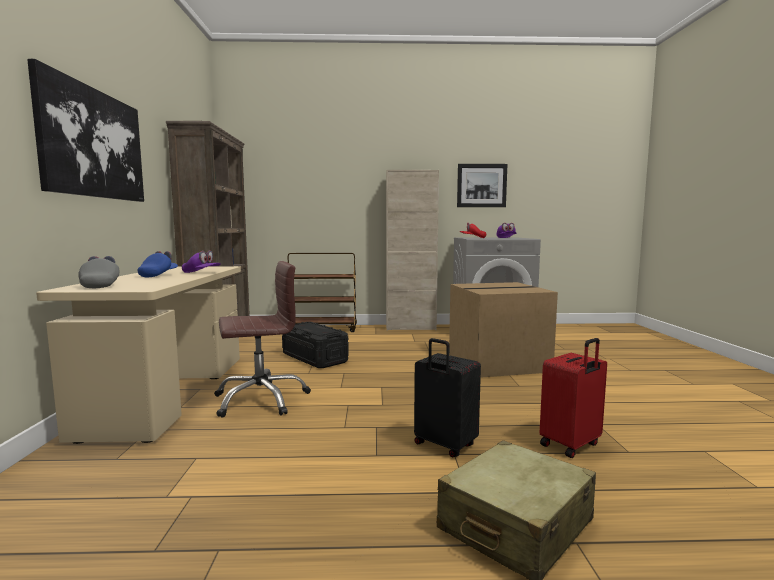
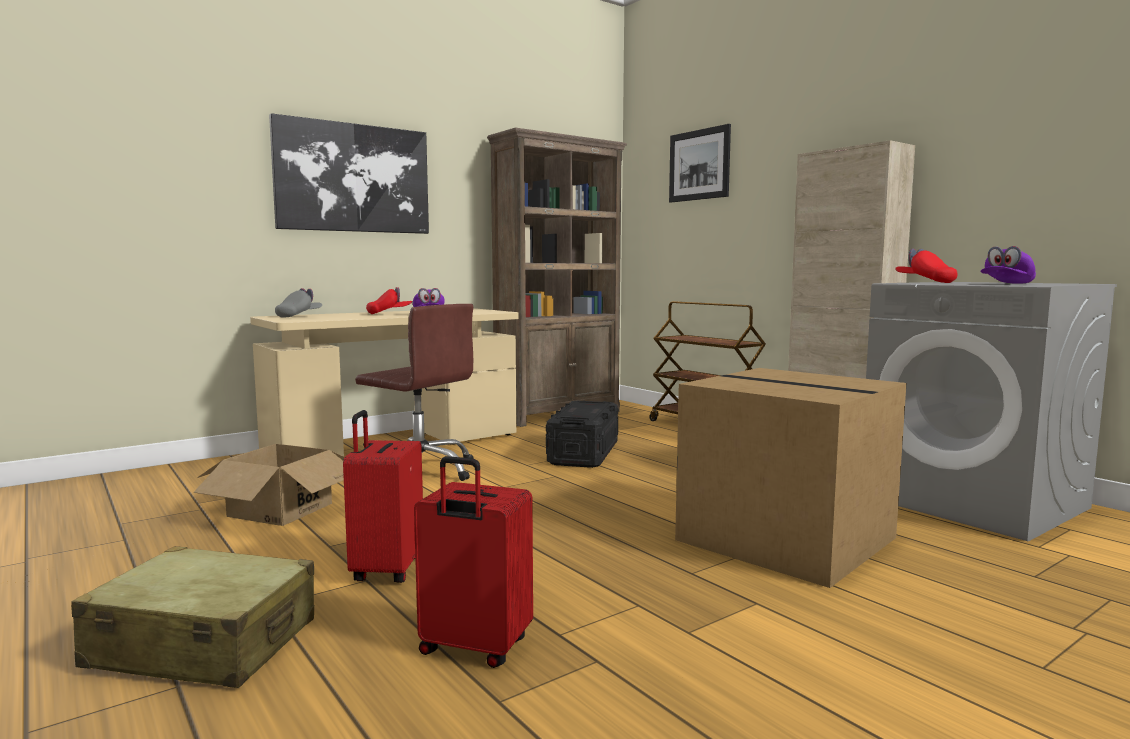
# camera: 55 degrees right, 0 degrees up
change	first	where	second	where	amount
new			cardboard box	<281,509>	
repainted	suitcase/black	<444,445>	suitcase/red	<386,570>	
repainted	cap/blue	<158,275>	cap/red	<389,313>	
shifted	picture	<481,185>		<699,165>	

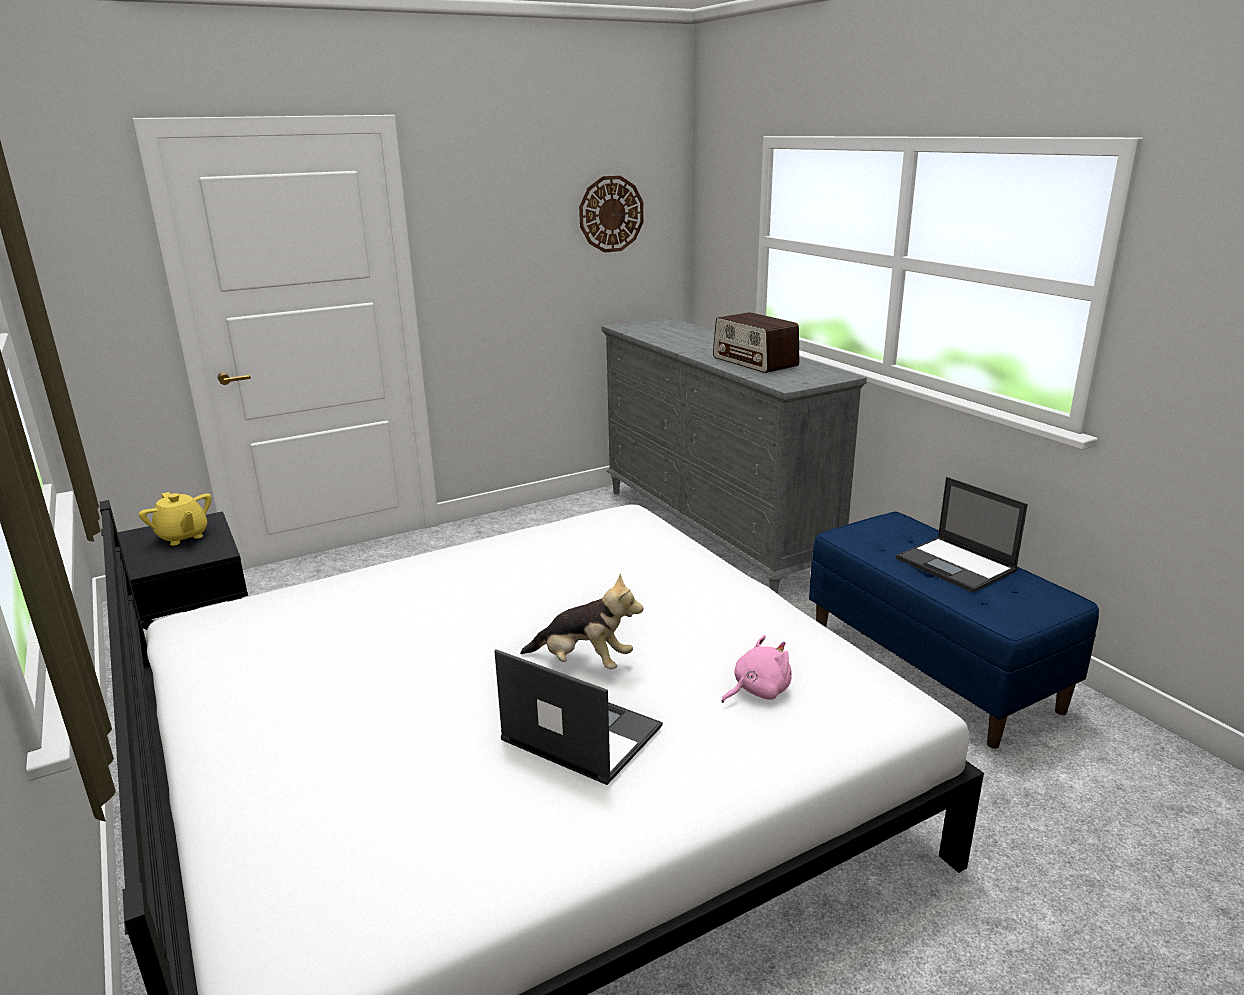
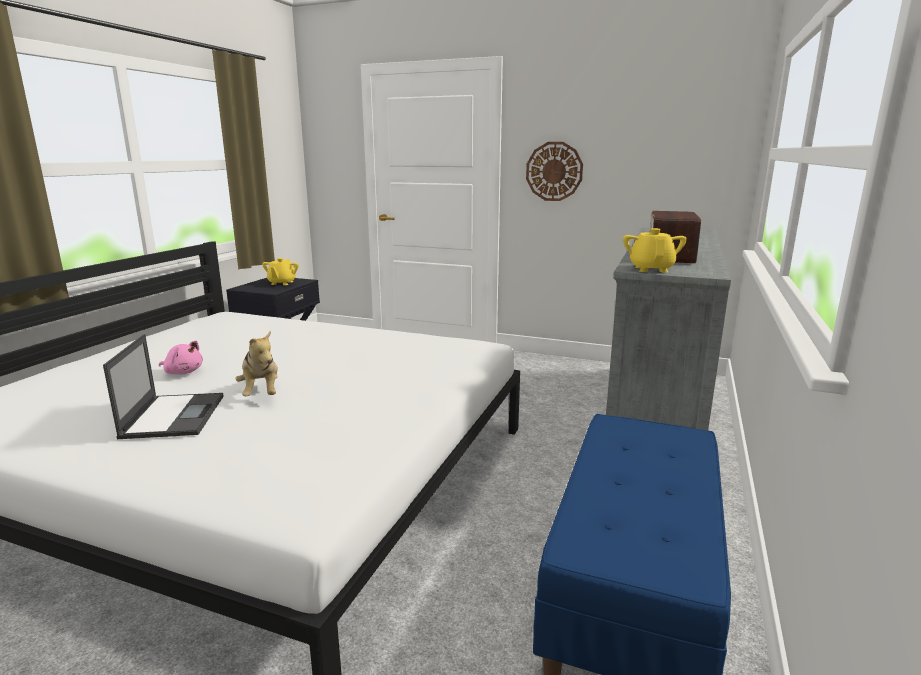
# camera: 50 degrees right, 5 degrees down
change	first	where	second	where	amount
shifted	plush toy/pink	<758,691>		<183,372>	
shifted	wall clock	<611,214>		<554,171>	
new			teapot/yellow	<651,269>	
gone	laptop	<956,565>			

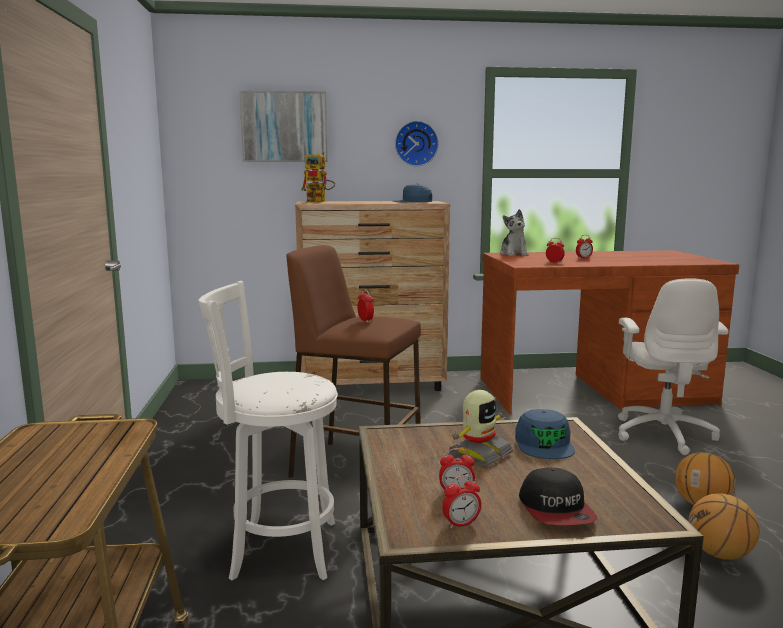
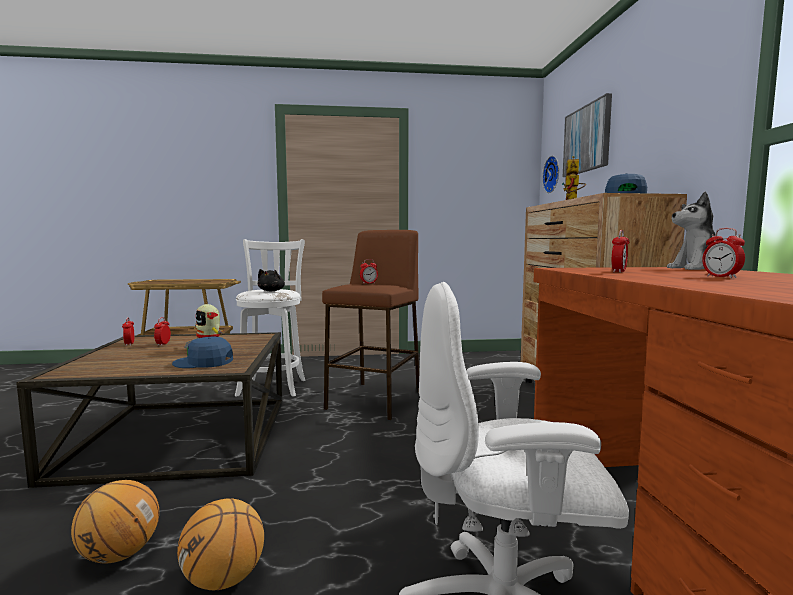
# camera: 90 degrees right, 5 degrees down
change	first	where	second	where	amount
new			plush toy/black	<272,291>	
shifted	wall clock	<416,143>		<553,174>	
gone	cap	<556,510>			

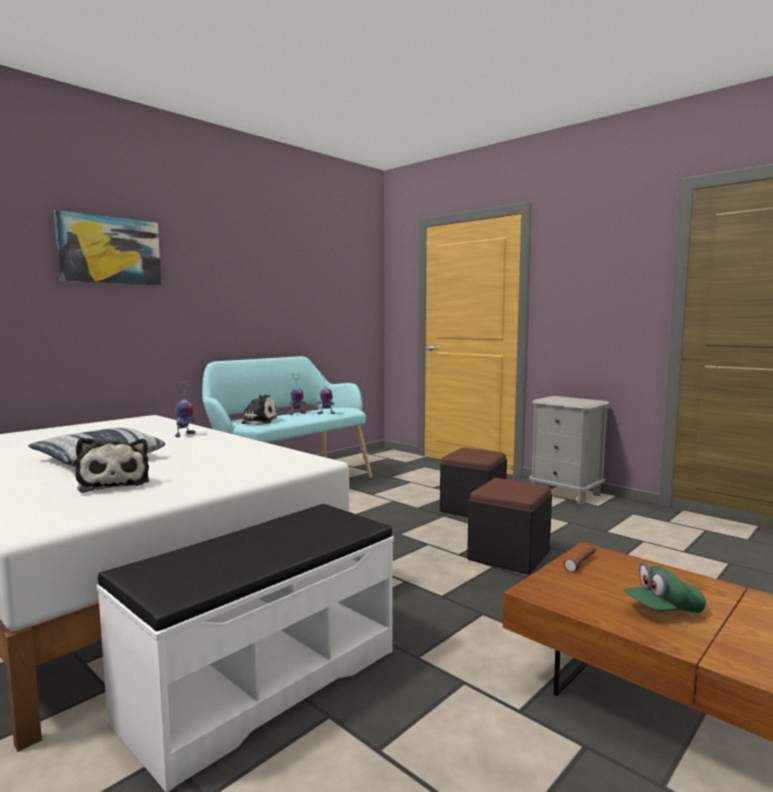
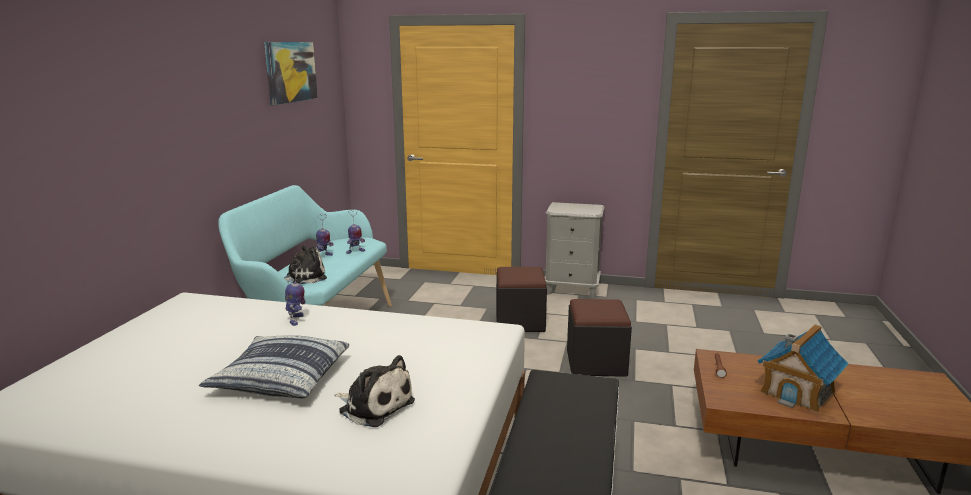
# camera: 30 degrees left, 10 degrees up
change	first	where	second	where	amount
shifted	picture	<110,250>		<290,72>	
swapped	cap/green	<663,610>	toy house	<798,392>	

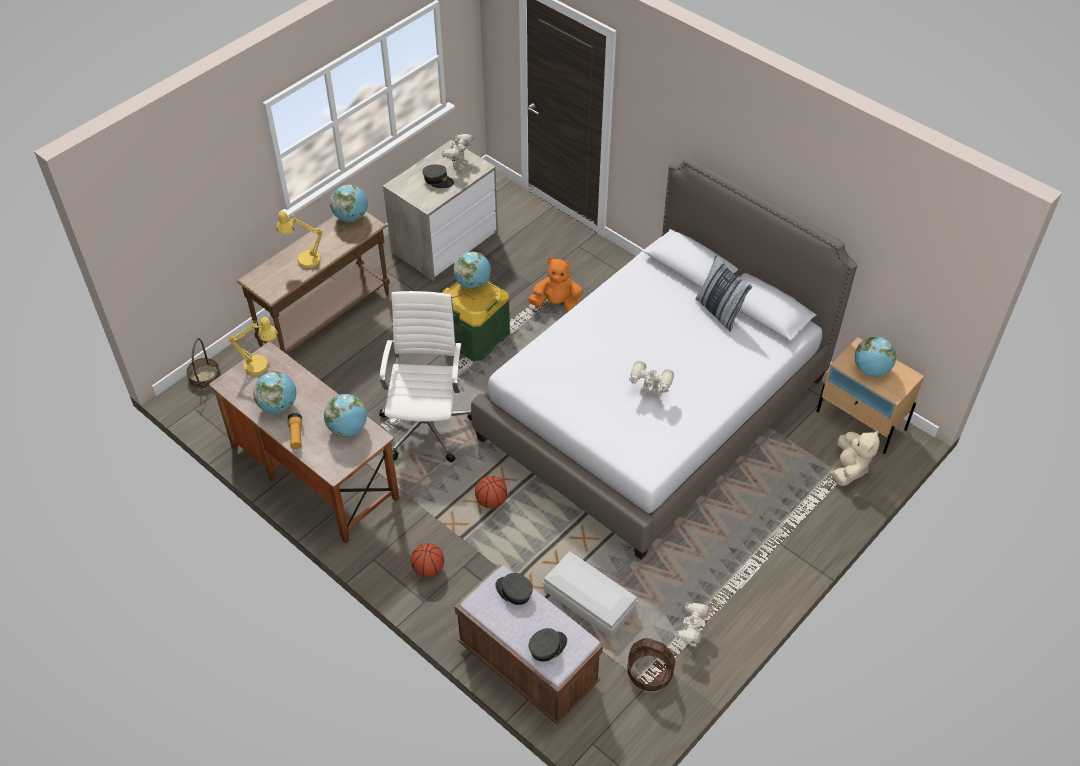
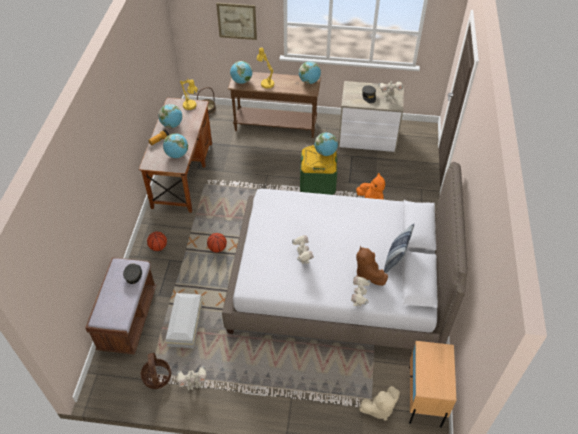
# camera: 55 degrees right, 0 degrees up
change	first	where	second	where	amount
new			picture	<237,21>	
shifted	globe	<871,370>		<241,81>	
new			toy robot	<358,300>	
new			plush toy/brown	<368,274>	
gone	office chair/white	<427,425>			
gone	cap/grey	<547,647>			

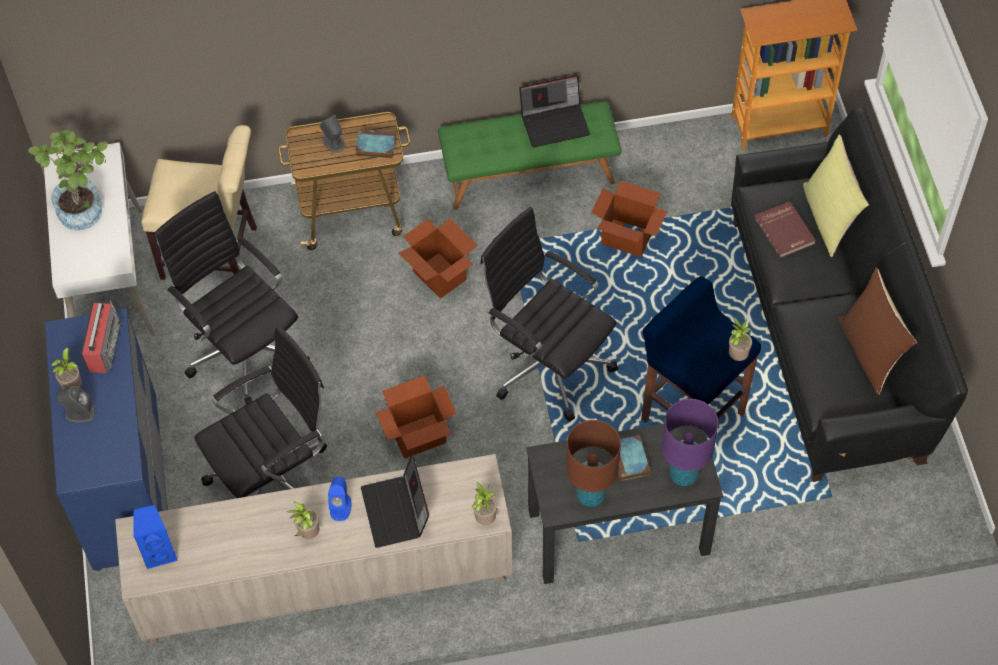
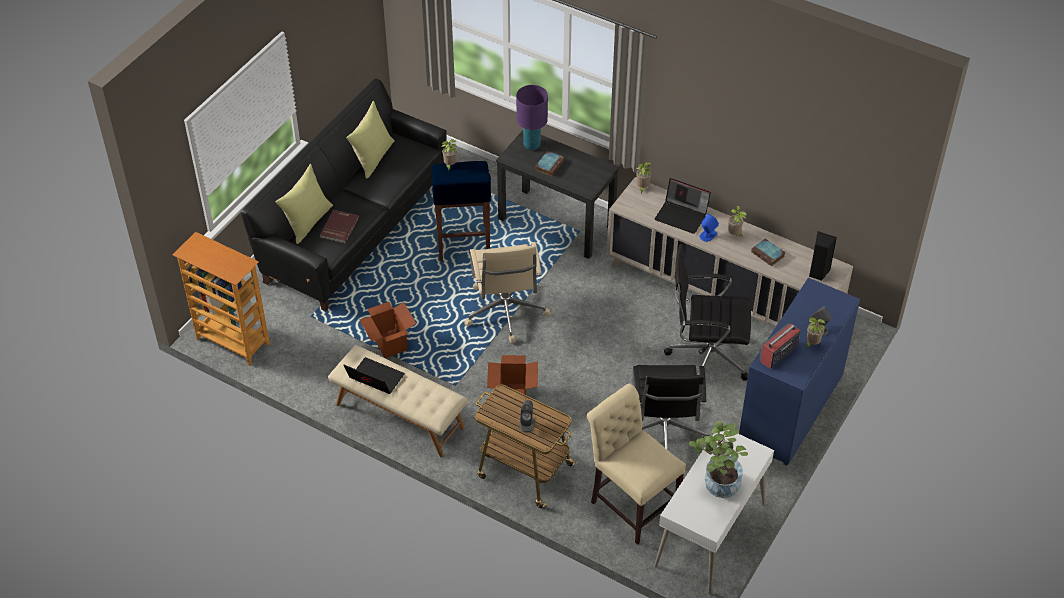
# camera: 140 degrees left, 10 degrees down
change	first	where	second	where	amount
repainted	bench/green	<529,174>	bench/beige	<399,416>	
repainted	pillow/brown	<870,352>	pillow/yellow	<373,157>	
repainted	office chair/black	<548,364>	office chair/beige	<505,313>	
rotated	laptop	<397,512>		<682,216>	90 degrees clockwise
shifted	book	<375,146>		<768,254>	
repainted	speaker/blue	<160,552>	speaker/black	<818,272>	
gone	cardboard box	<418,436>			
gone	table lamp/brown	<591,495>			

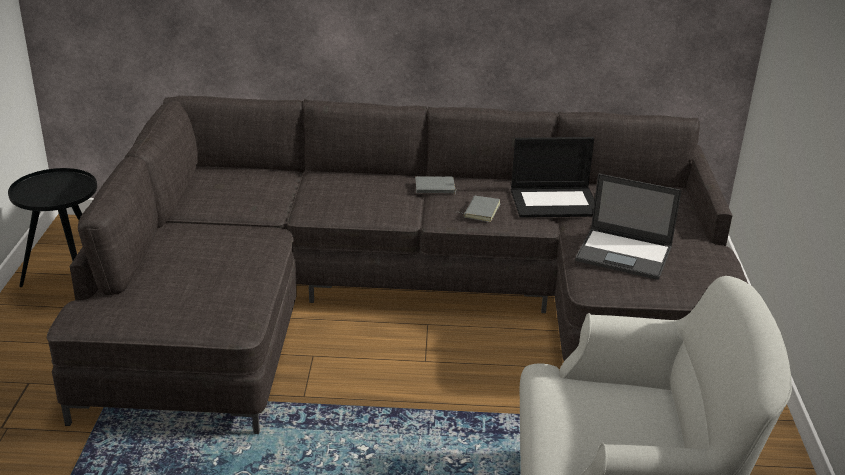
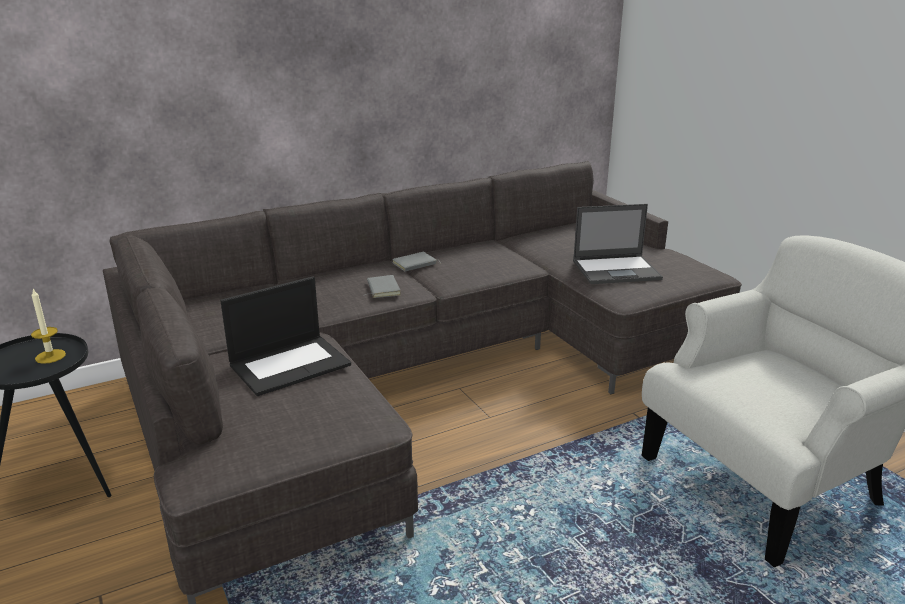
# camera: 30 degrees left, 5 degrees down
change	first	where	second	where	amount
new			candle	<50,356>	
shifted	laptop	<555,202>		<290,364>	
shifted	book/grey	<480,210>		<382,289>	

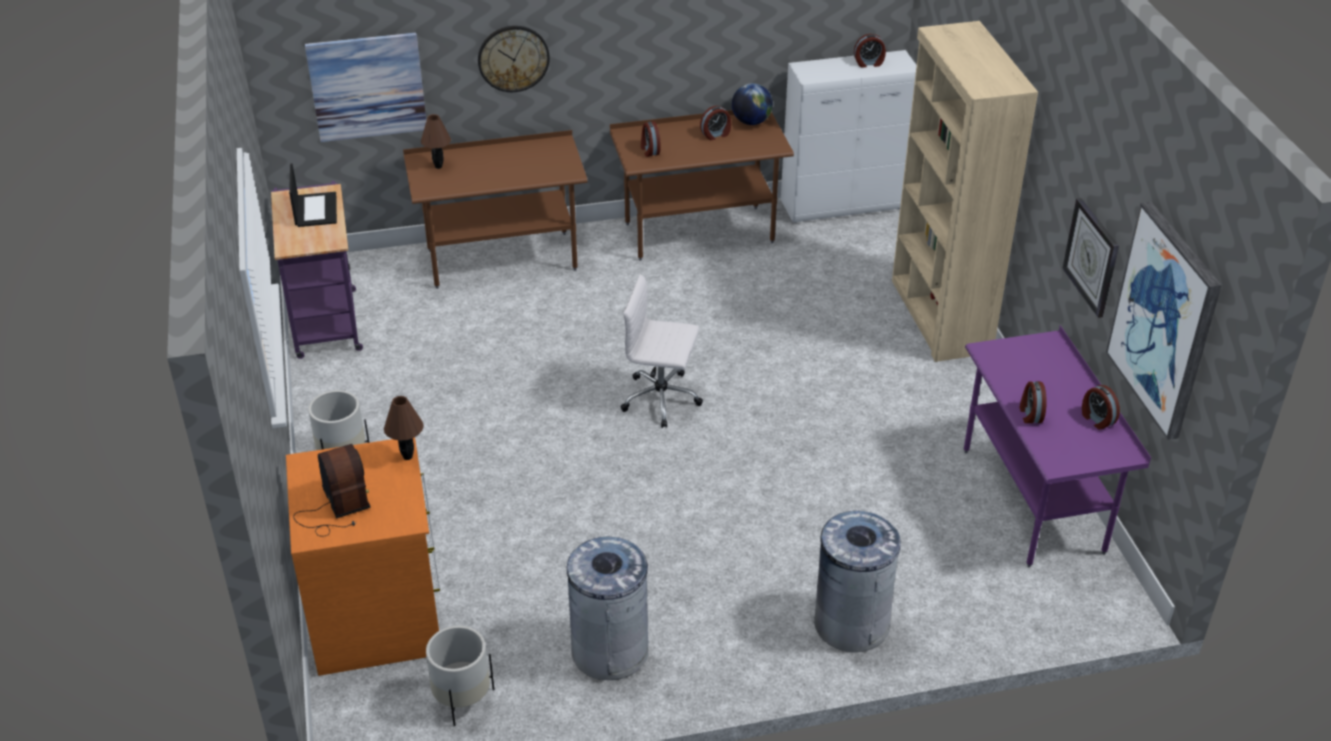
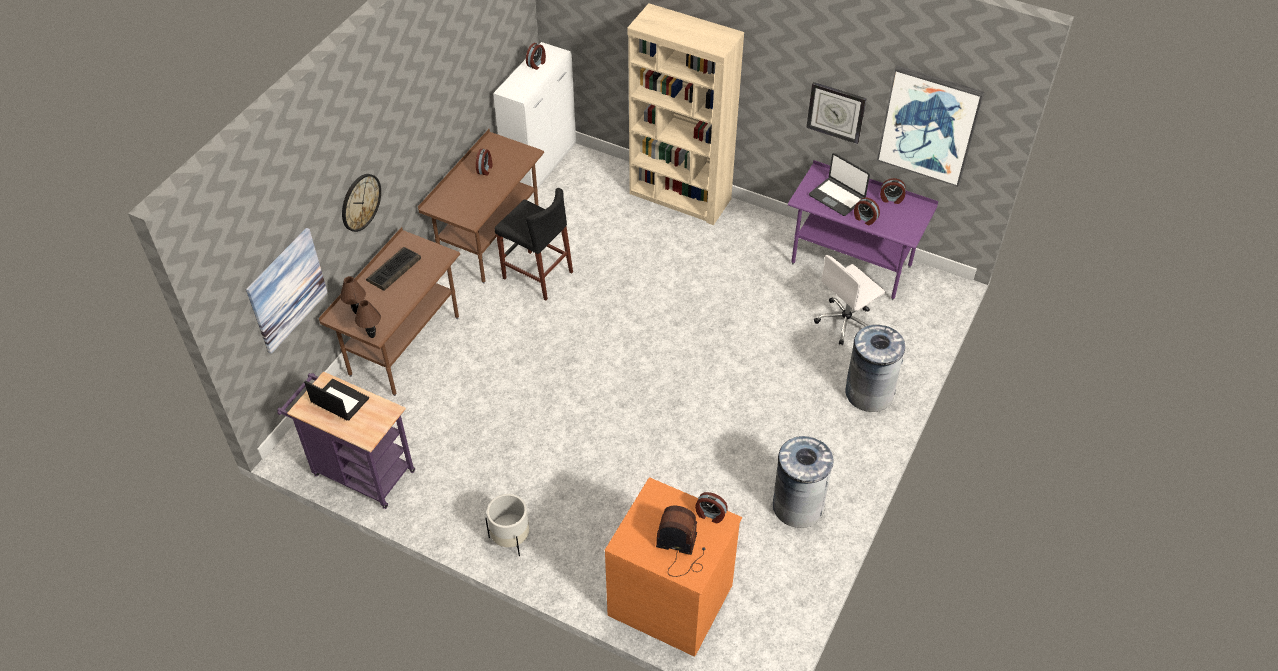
# camera: 50 degrees left, 10 degrees up
change	first	where	second	where	amount
shifted	table lamp/brown	<408,457>		<372,335>	
new			keyboard	<394,270>	
new			stool/black	<537,275>	
shifted	alarm clock	<649,150>		<710,515>	
new			laptop	<837,197>	
shifted	office chair/white	<662,399>		<846,322>	
gone	planter/white	<462,699>			
gone	globe	<751,122>			

